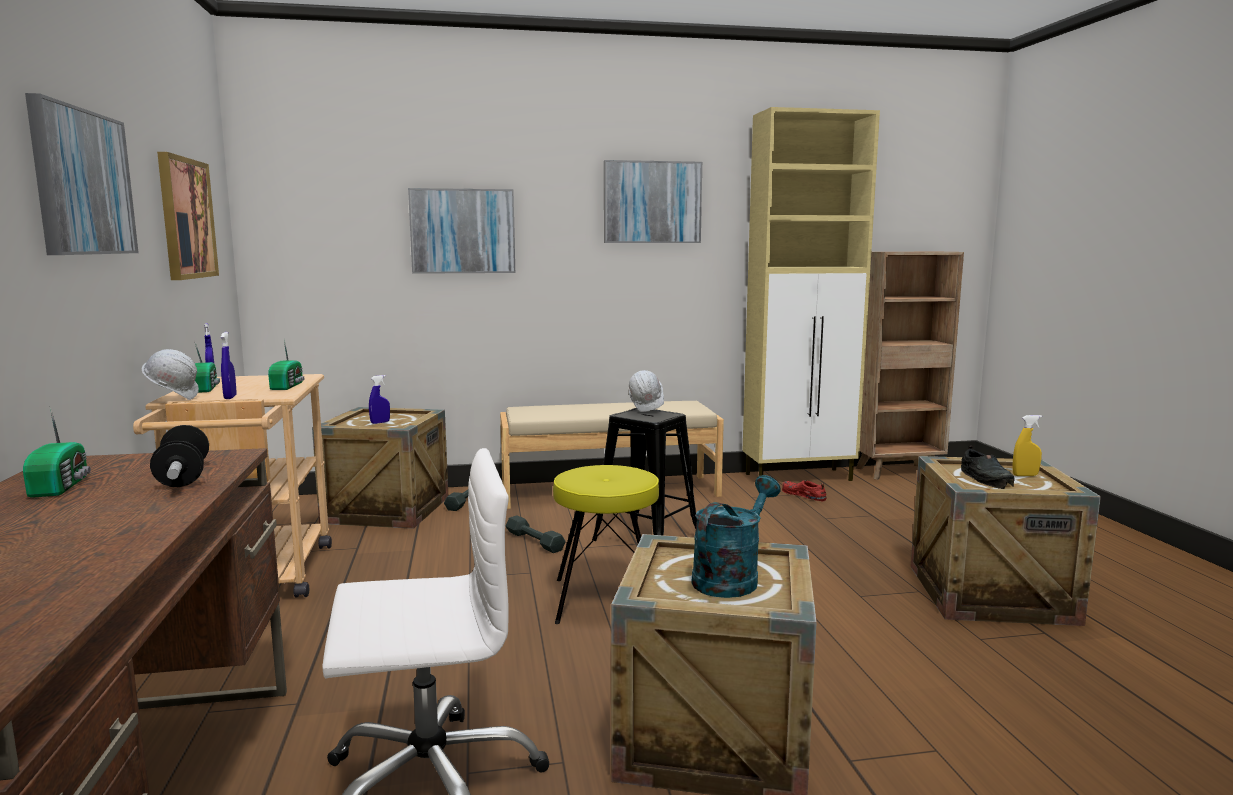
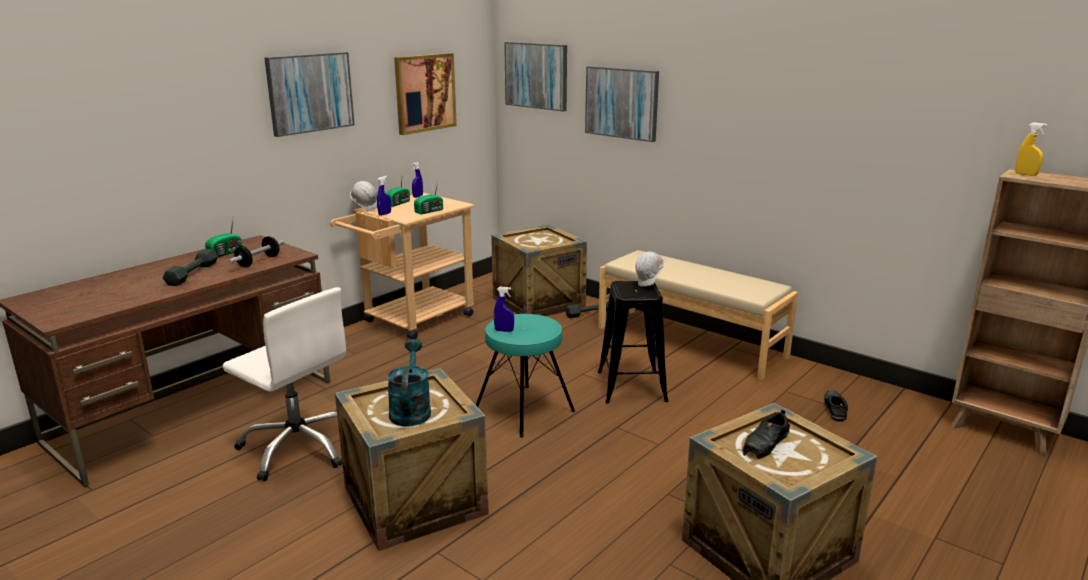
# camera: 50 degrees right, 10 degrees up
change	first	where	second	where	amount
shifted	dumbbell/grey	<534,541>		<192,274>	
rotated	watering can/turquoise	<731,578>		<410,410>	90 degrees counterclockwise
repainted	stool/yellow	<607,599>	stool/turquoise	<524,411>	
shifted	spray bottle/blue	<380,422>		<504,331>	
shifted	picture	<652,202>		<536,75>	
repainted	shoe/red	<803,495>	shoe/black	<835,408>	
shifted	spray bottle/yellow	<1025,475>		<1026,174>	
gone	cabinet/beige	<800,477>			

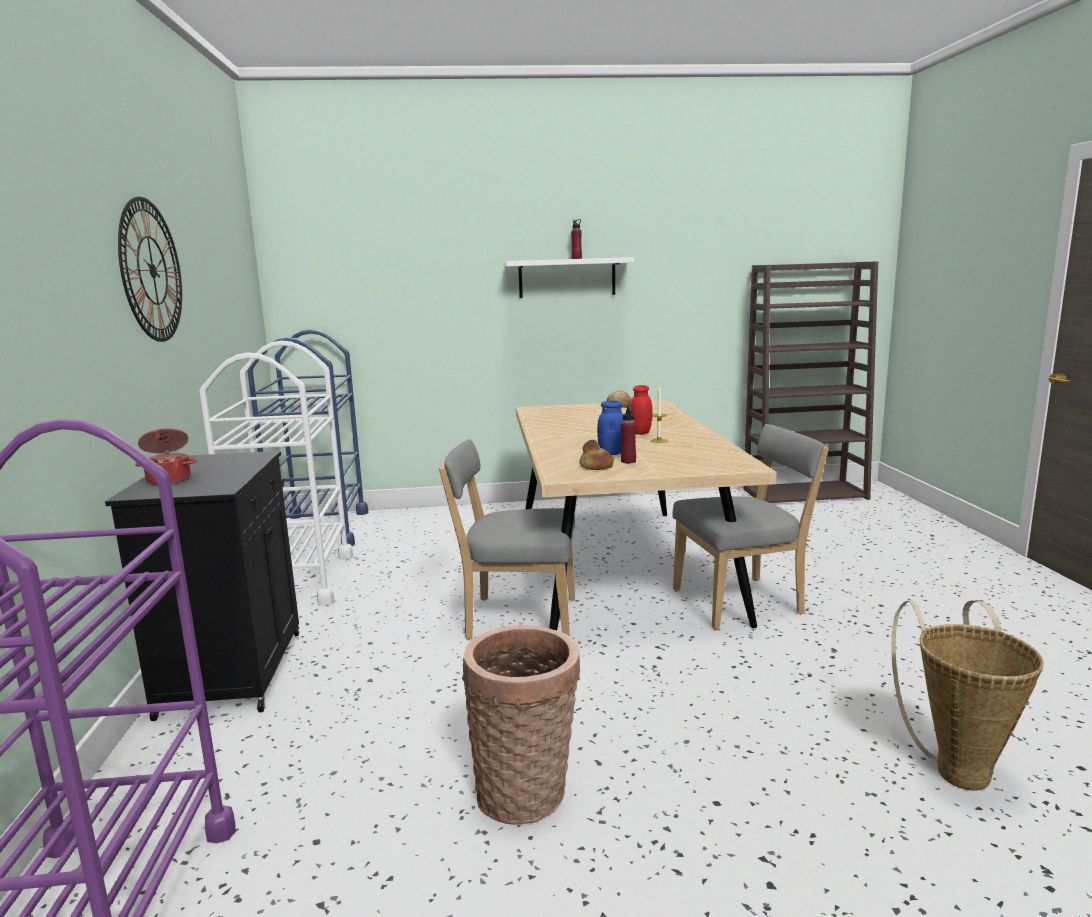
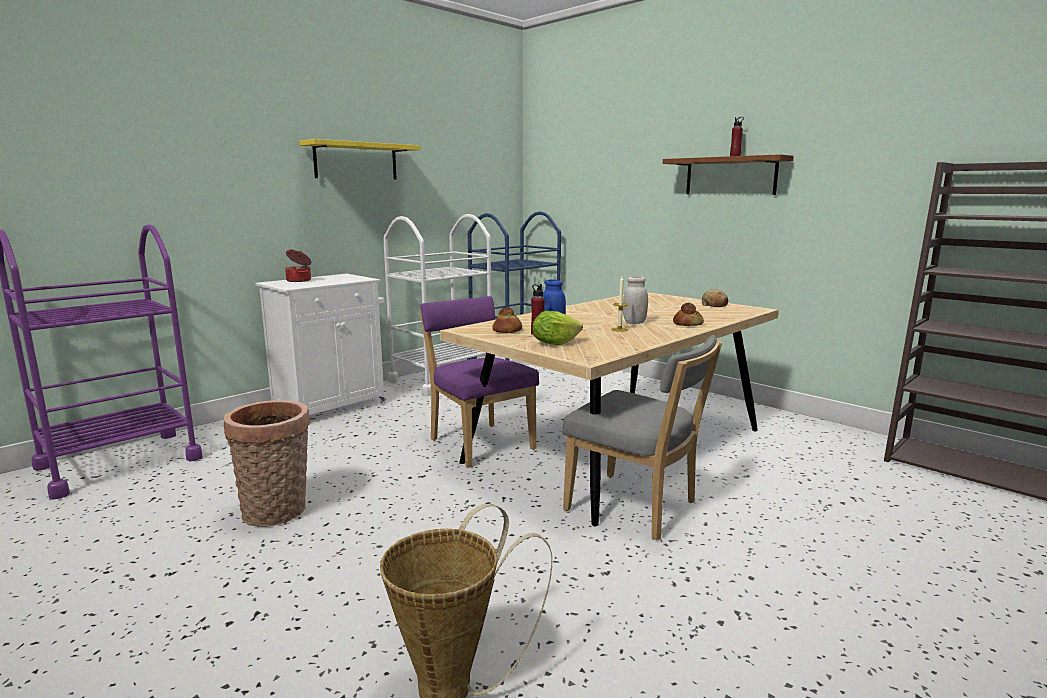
# camera: 50 degrees right, 0 degrees up
change	first	where	second	where	amount
repainted	cabinet/black	<234,671>	cabinet/white	<331,406>	
swapped	wall clock	<152,270>	shelf/yellow	<356,161>	
repainted	chair/grey	<516,618>	chair/purple	<479,443>	
new			lettuce	<554,343>	
repainted	jar/red	<641,433>	jar/white	<634,322>	
repainted	shelf/white	<567,278>	shelf/brown	<730,176>	
new			bread	<687,324>	

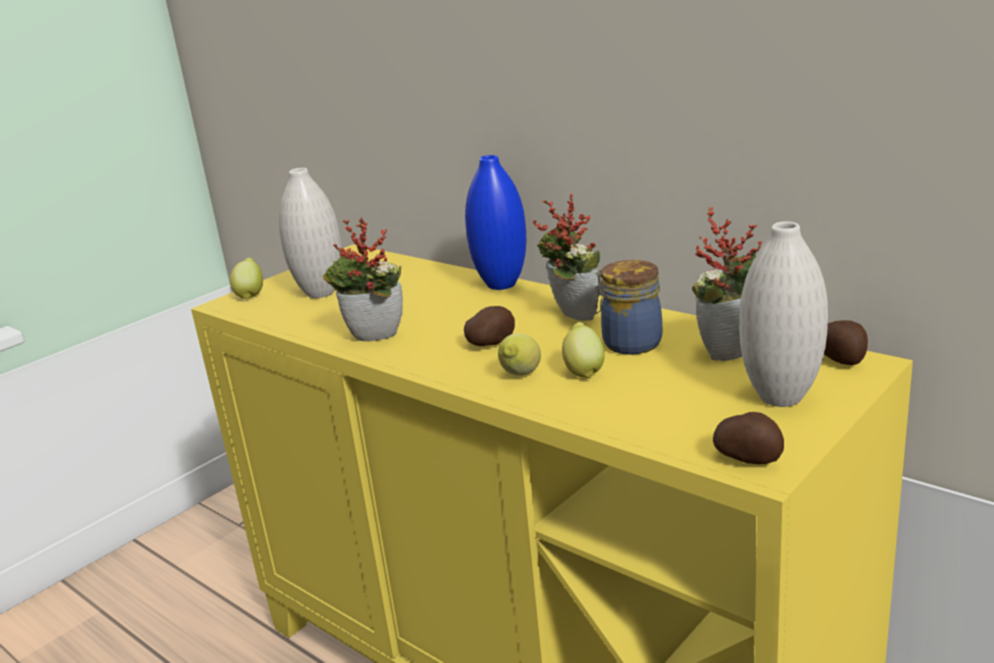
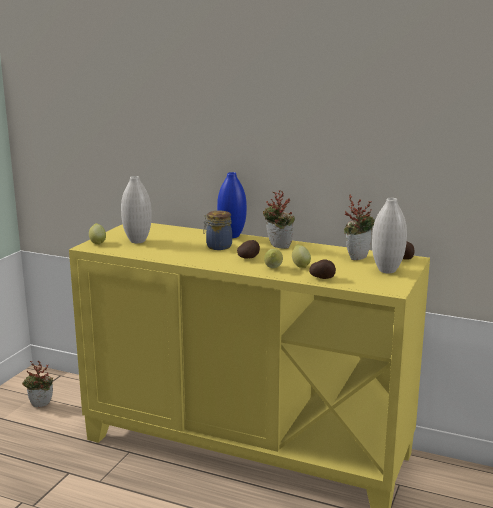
# camera: 20 degrees left, 5 degrees down
change	first	where	second	where	amount
shifted	potted plant	<374,340>		<40,406>	
shifted	jar	<629,343>		<218,246>	
shifted	potato	<749,459>		<322,278>	

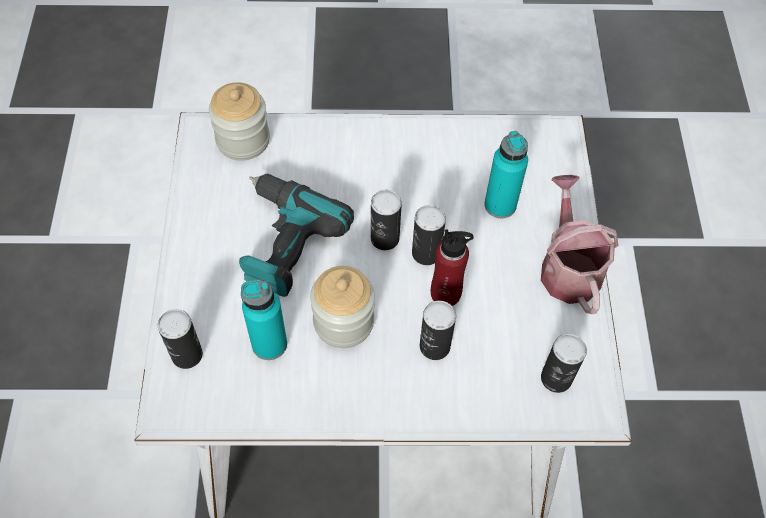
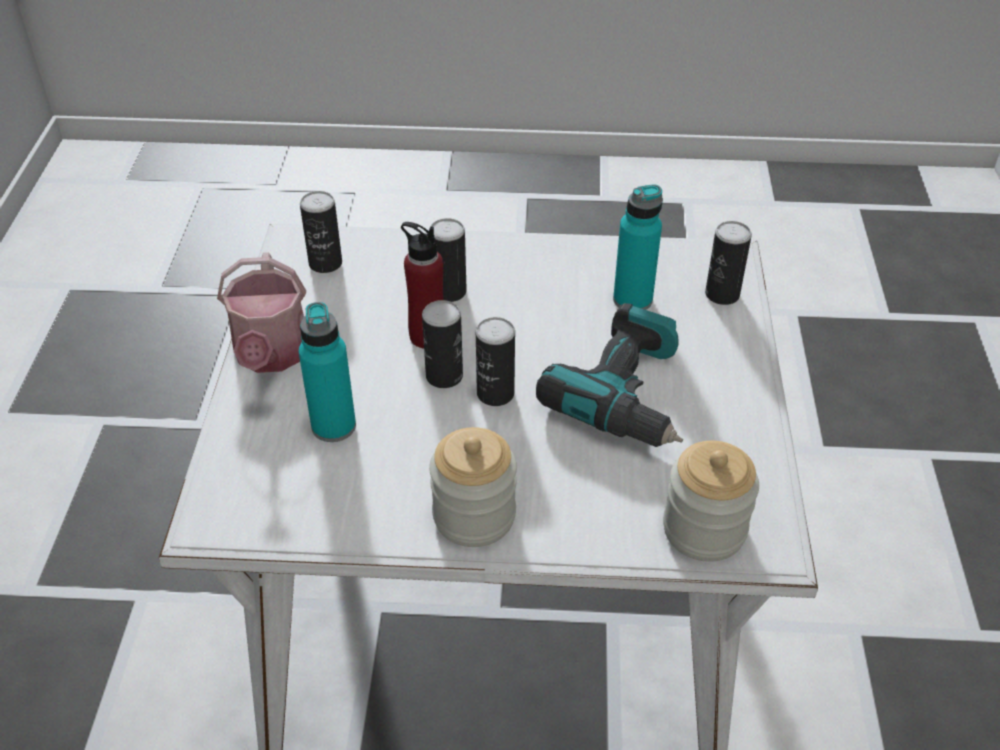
# camera: 175 degrees left, 15 degrees down
change	first	where	second	where	amount
shifted	jar	<343,322>		<474,515>	

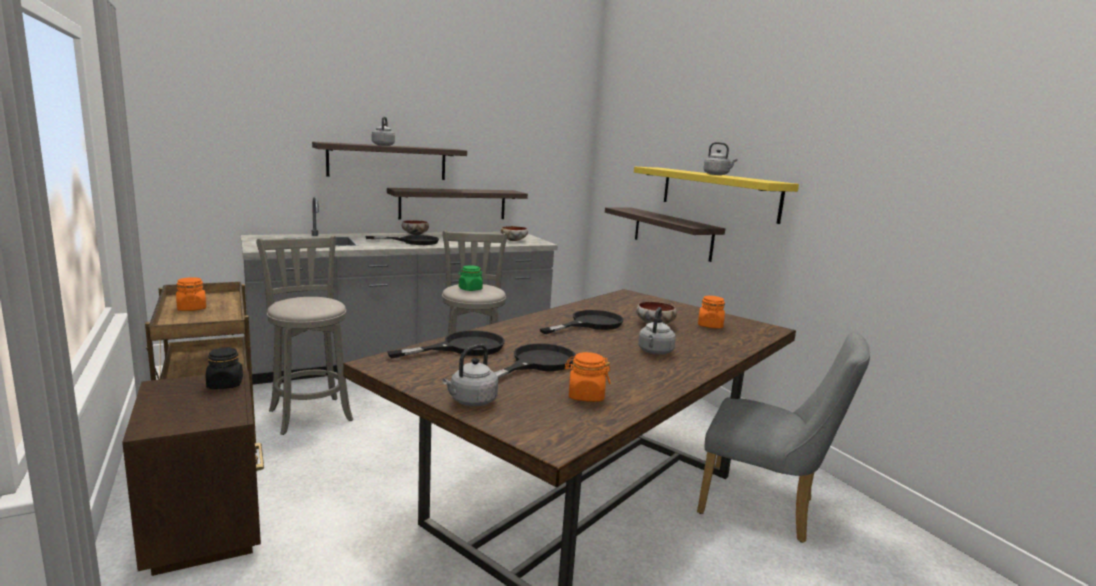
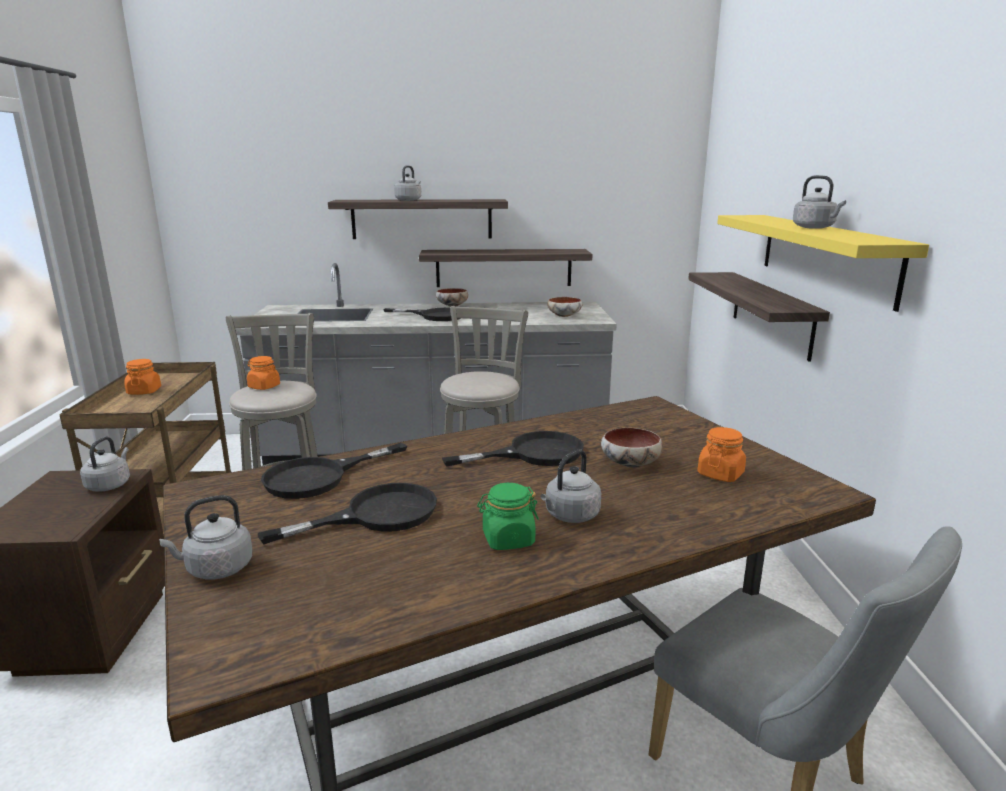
# camera: 25 degrees right, 5 degrees up
change	first	where	second	where	amount
swapped	jar/black	<225,384>	kettle/grey	<110,485>	
shifted	jar/orange	<585,396>		<264,386>	
rotated	frying pan/black	<463,347>		<319,477>	150 degrees clockwise
shifted	jar/green	<470,289>		<508,539>	

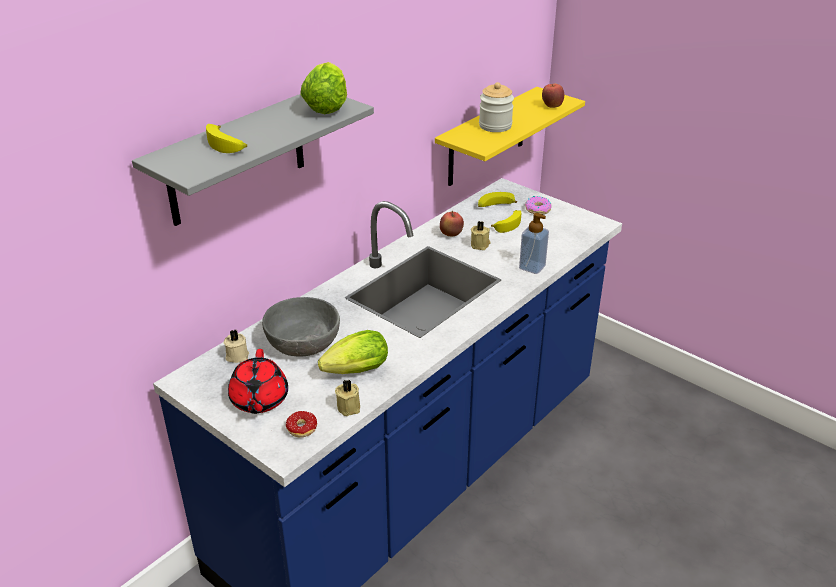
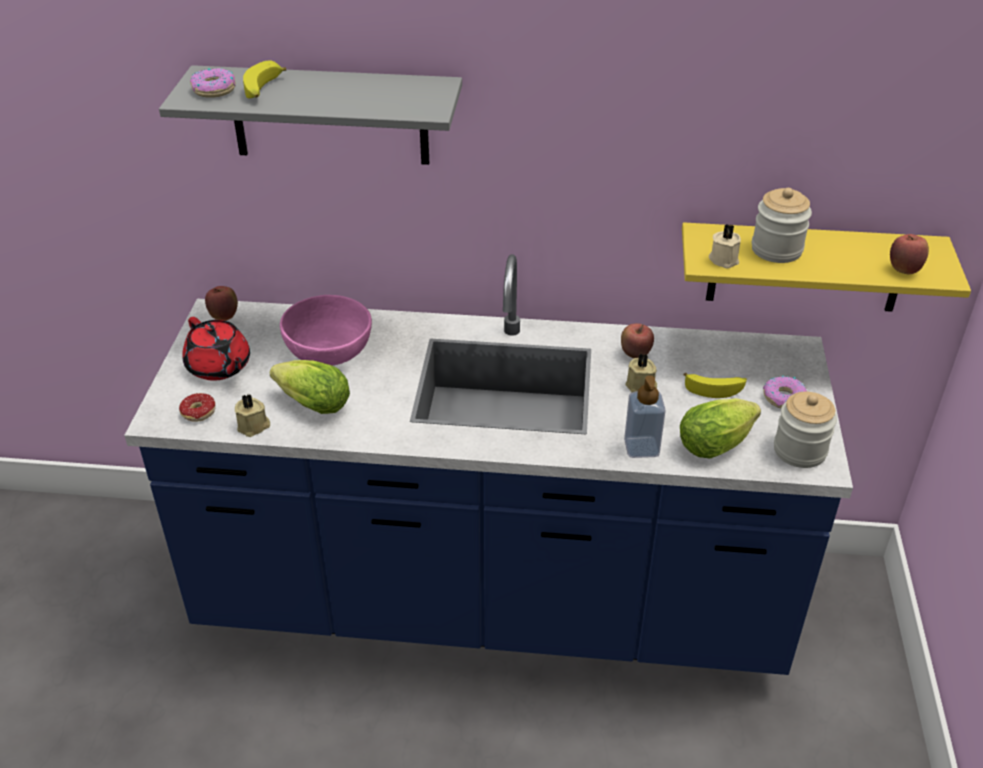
# camera: 55 degrees right, 5 degrees up
change	first	where	second	where	amount
rotated	teapot/red	<259,400>		<219,367>	90 degrees counterclockwise
new			donut	<214,90>	
new			apple	<224,317>	
repainted	bowl/grey	<303,342>	bowl/pink	<329,349>	
shifted	lettuce	<327,106>		<718,443>	
shifted	candle/beige	<236,355>		<724,259>	
new			jar	<799,450>	
gone	banana	<495,206>			

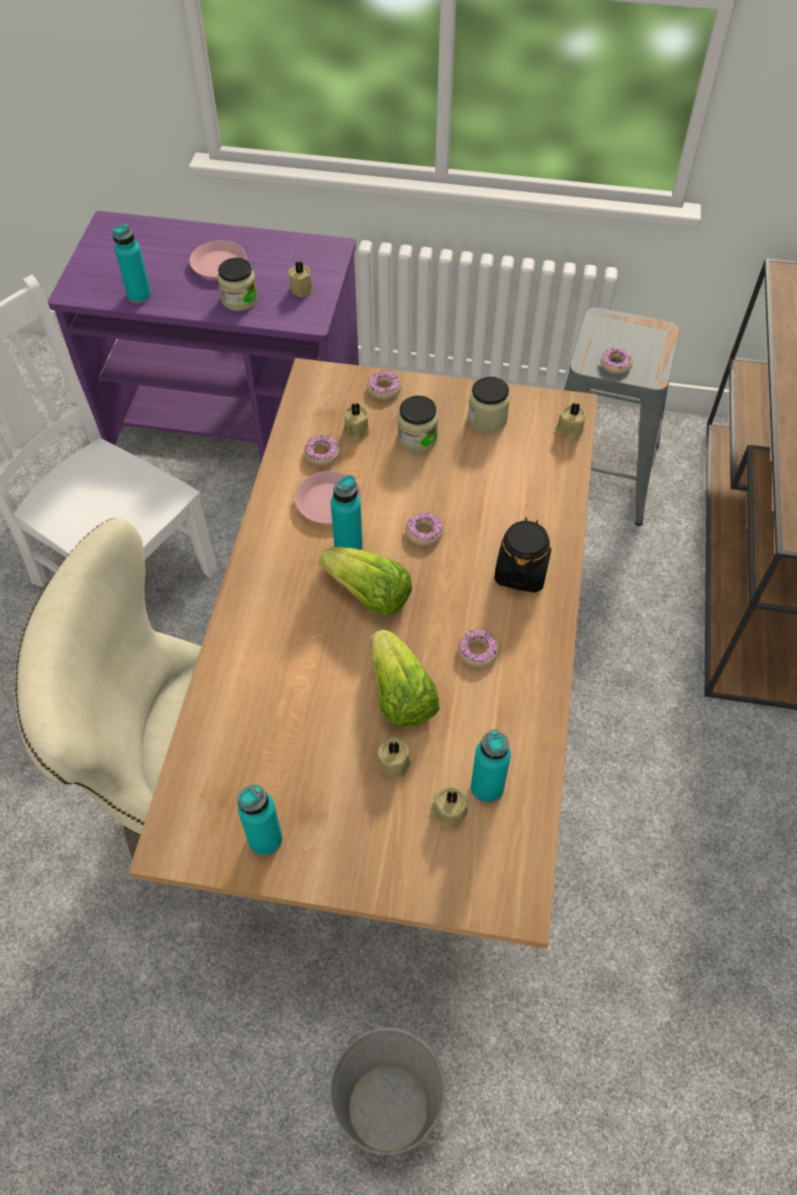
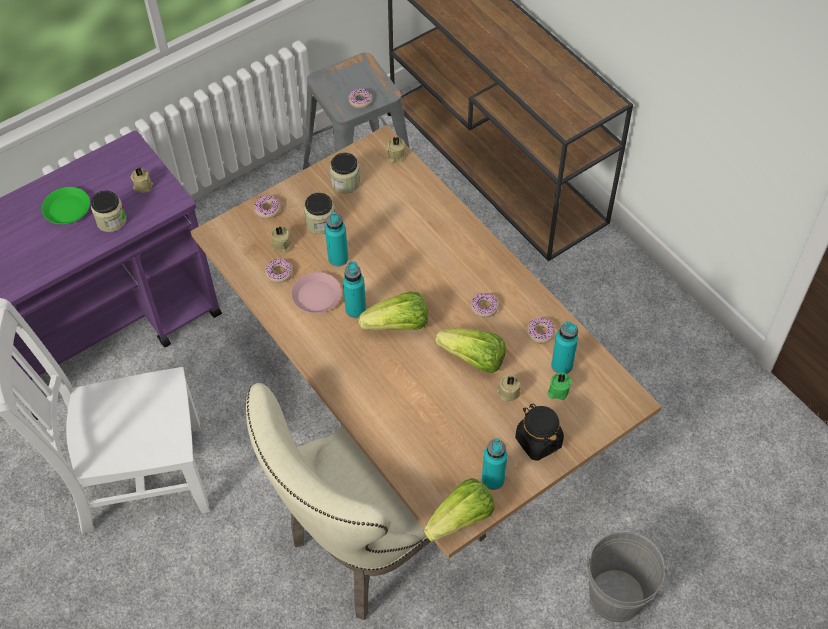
# camera: 45 degrees left, 0 degrees up
change	first	where	second	where	amount
repainted	plate/pink	<219,265>	plate/green	<67,209>	
shifted	bottle/turquoise	<139,295>		<338,258>	
new			lettuce	<461,519>	
shifted	jar/black	<521,572>		<538,441>	
shifted	donut	<424,532>		<540,333>	
repainted	candle/beige	<448,811>	candle/green	<558,391>	

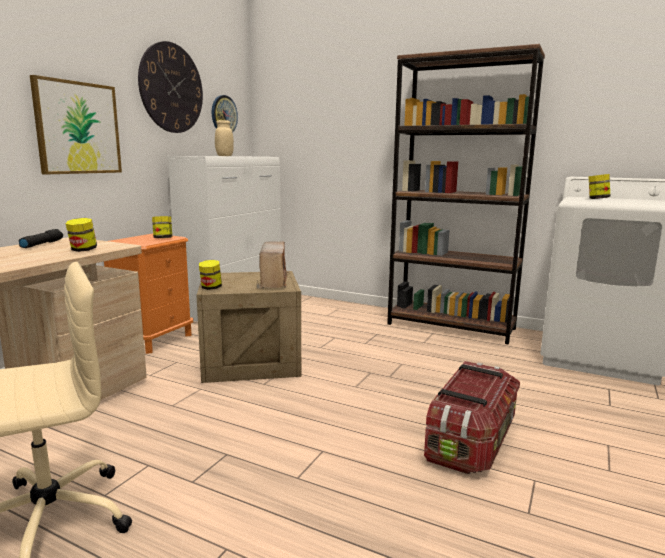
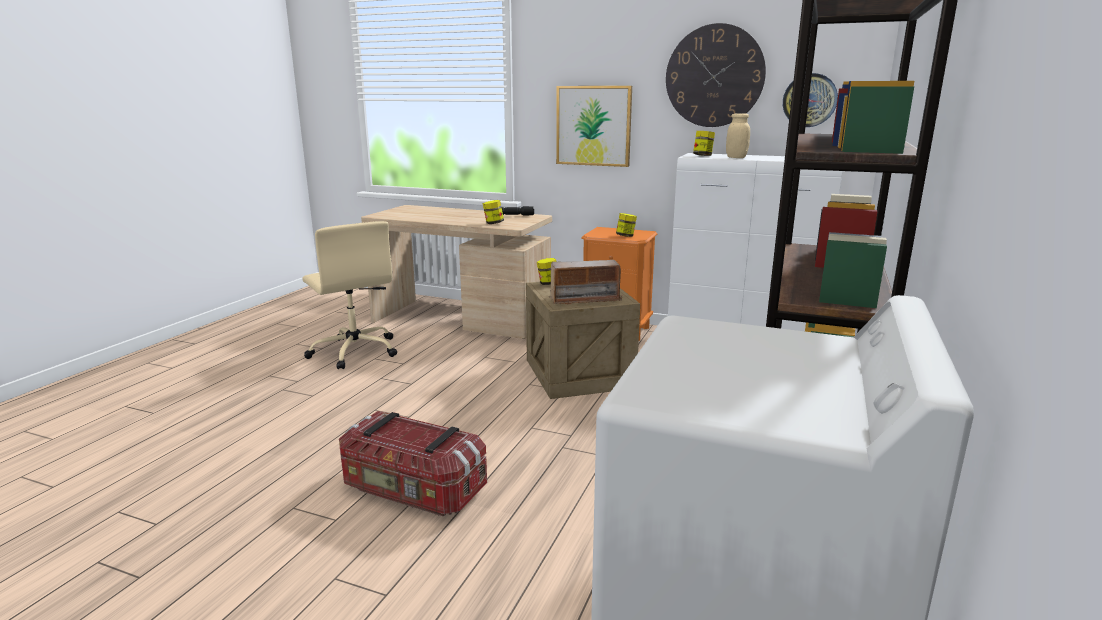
# camera: 85 degrees right, 5 degrees up
change	first	where	second	where	amount
shifted	jar	<597,199>		<703,156>	

